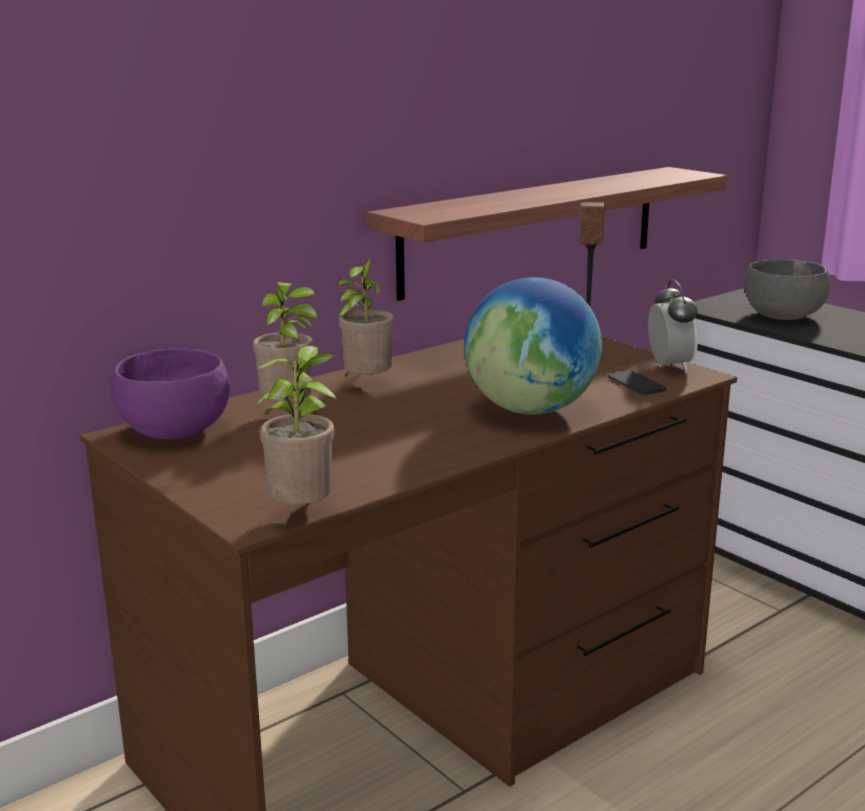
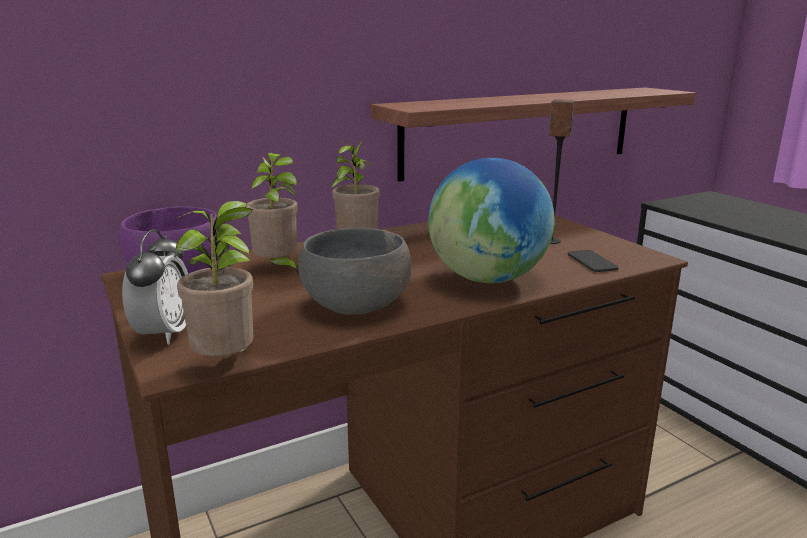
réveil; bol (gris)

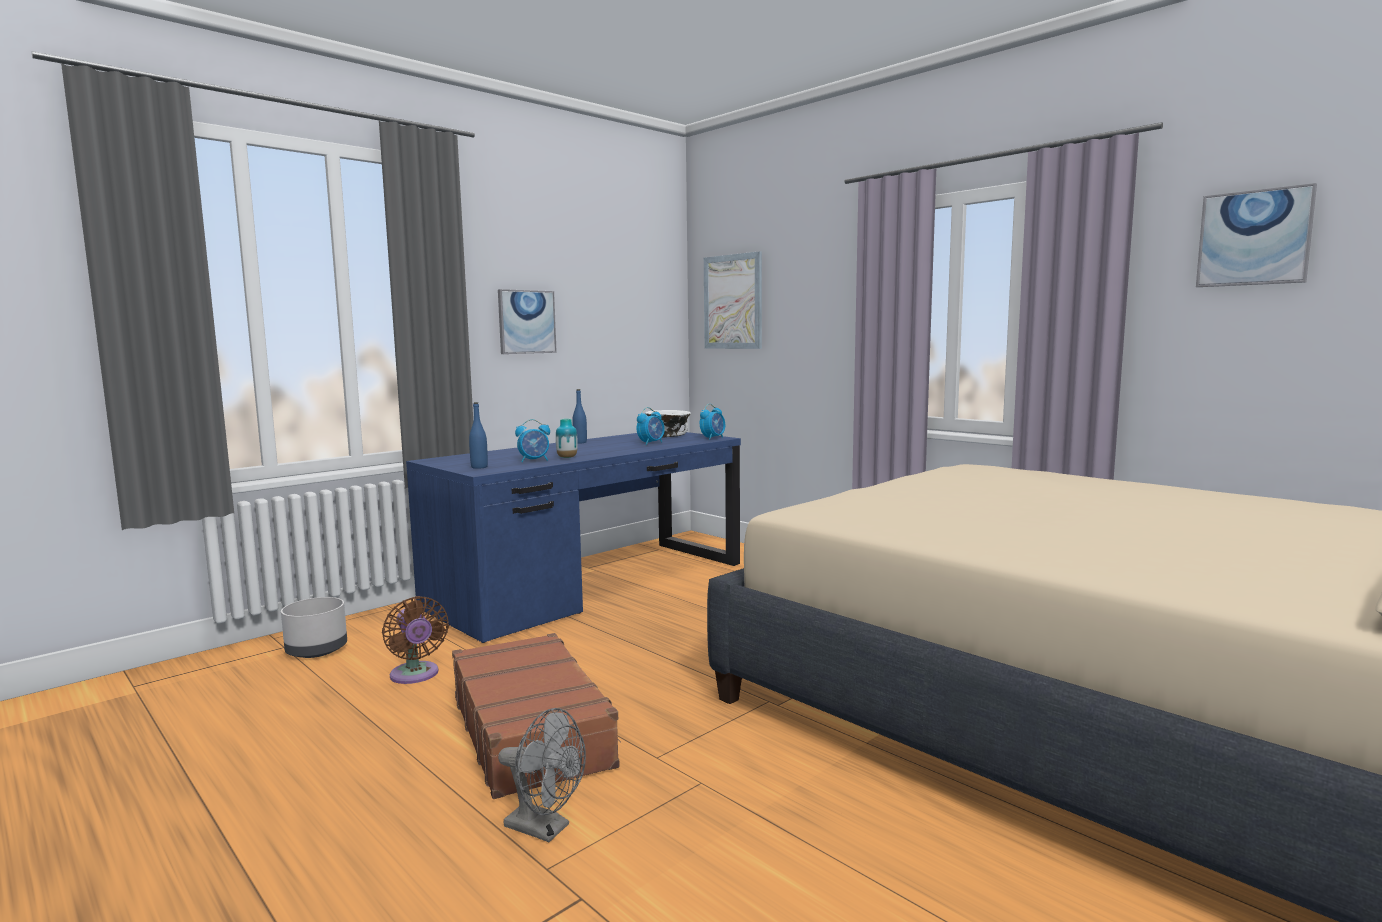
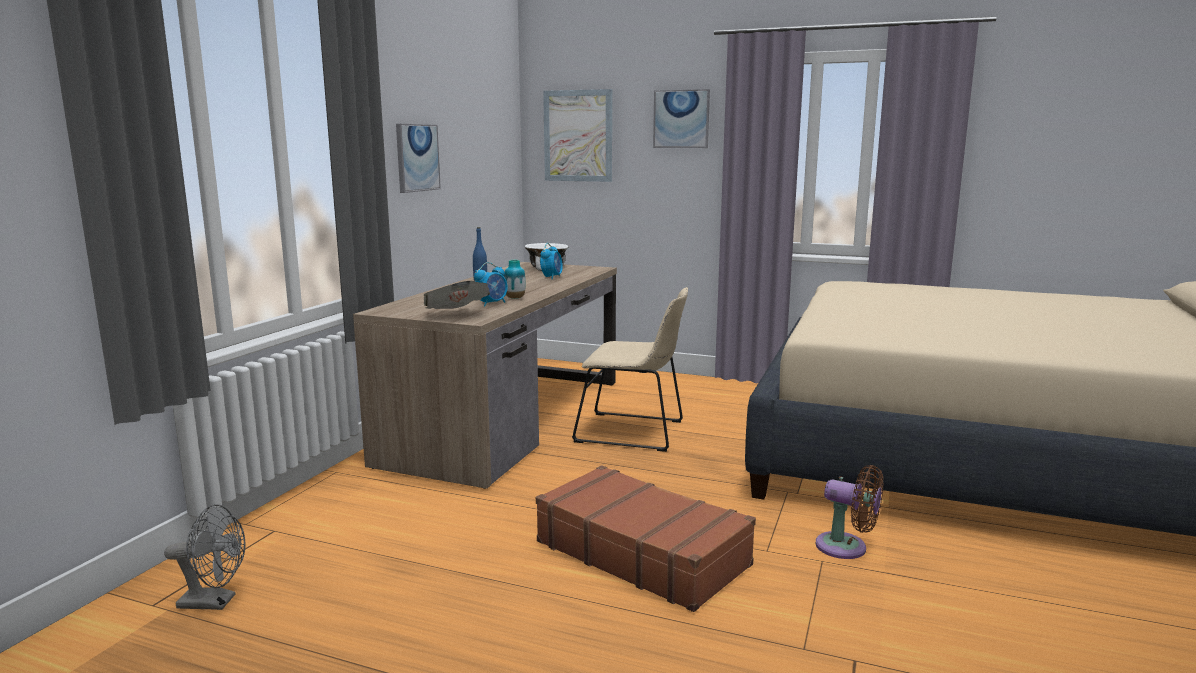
cache-pot (gris); réveil (no. 3 from left in the first image); chaise (beige); ventilateur (marron); ventilateur (gris); tableau (no. 3 from left); journal; bureau (marron)

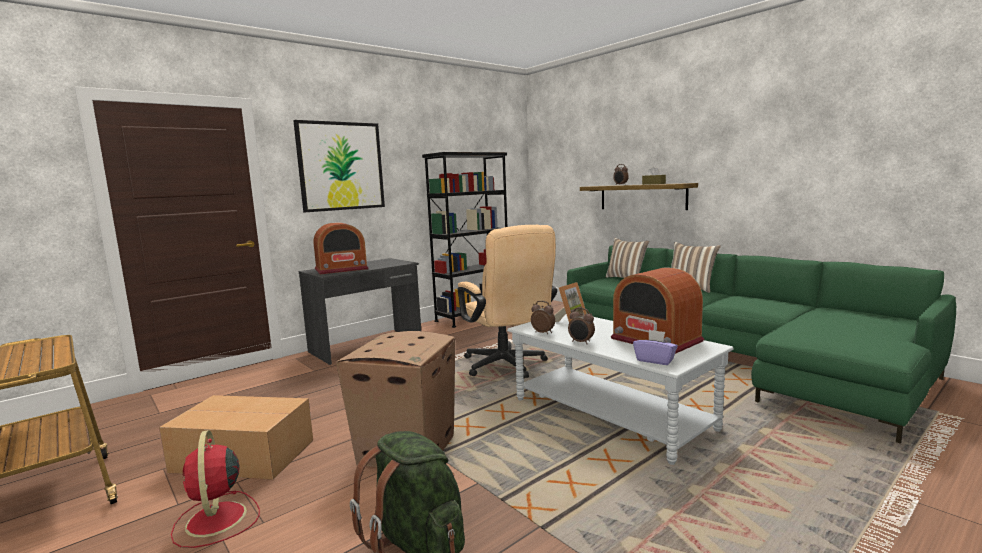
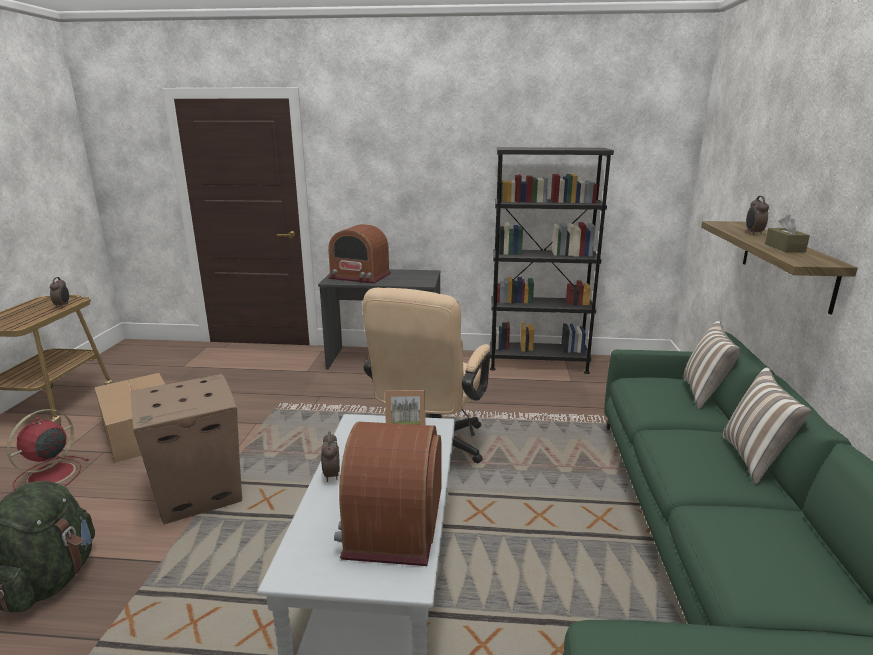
tableau; boîte à mouchoirs (violet); réveil (no. 1 from left)

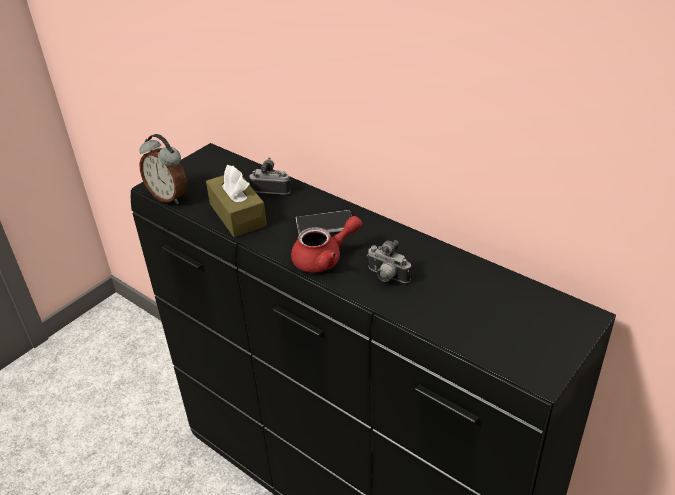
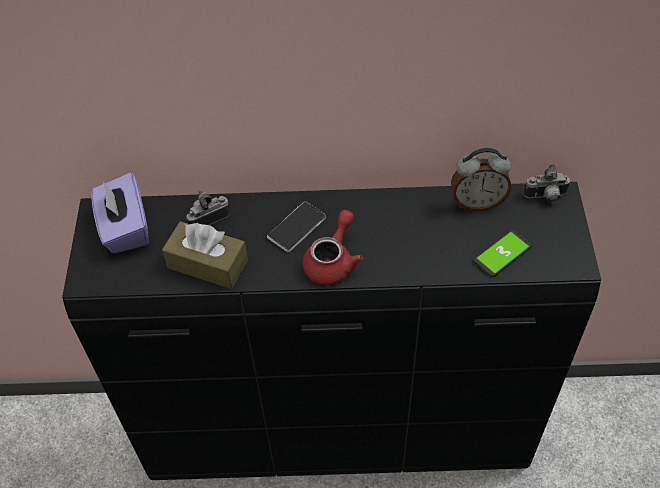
boîte à mouchoirs (violet); téléphone (no. 2 from left); réveil; appareil photo (no. 2 from left)

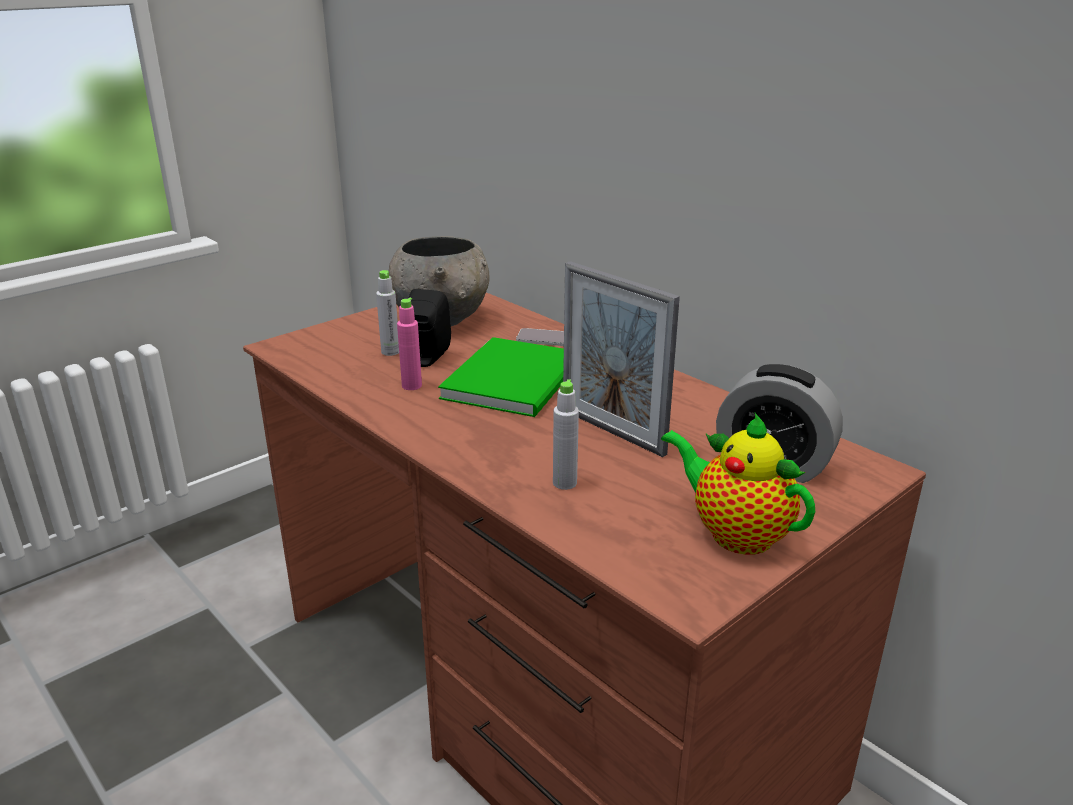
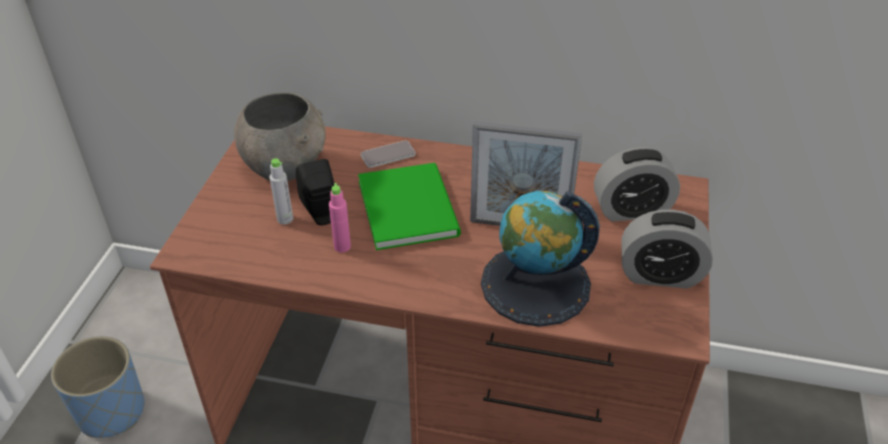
cache-pot (bleu); globe; réveil (no. 2 from left)

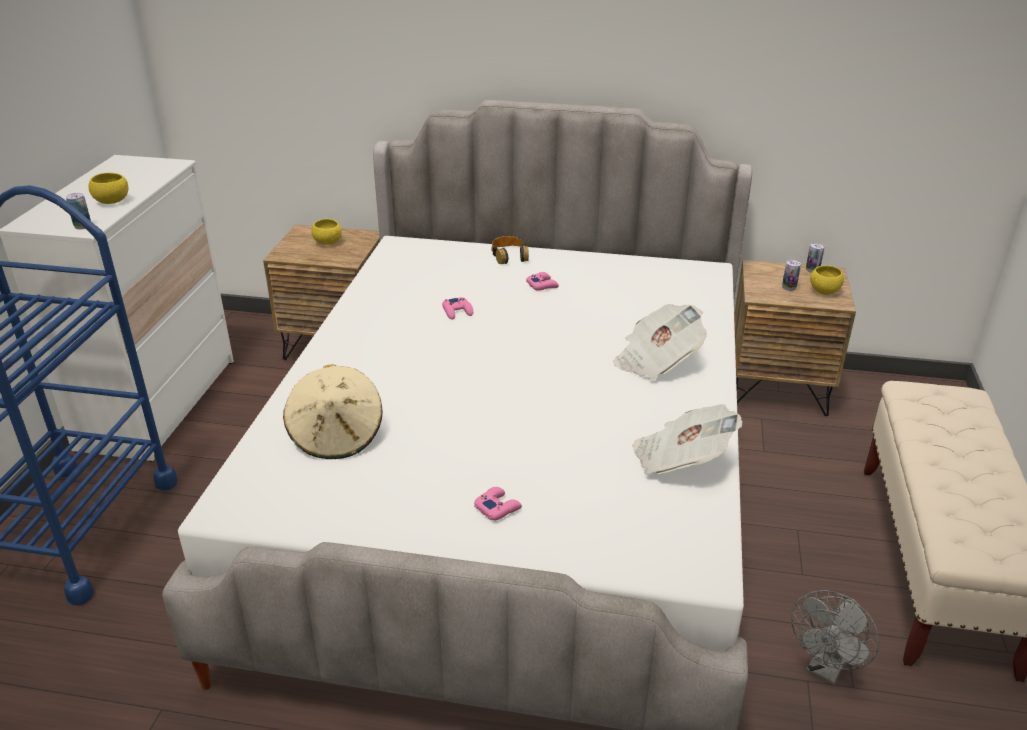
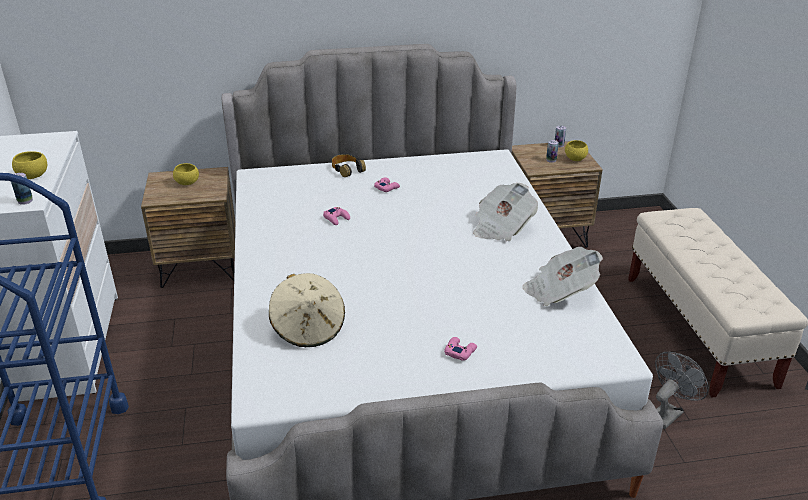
ventilateur (gris)

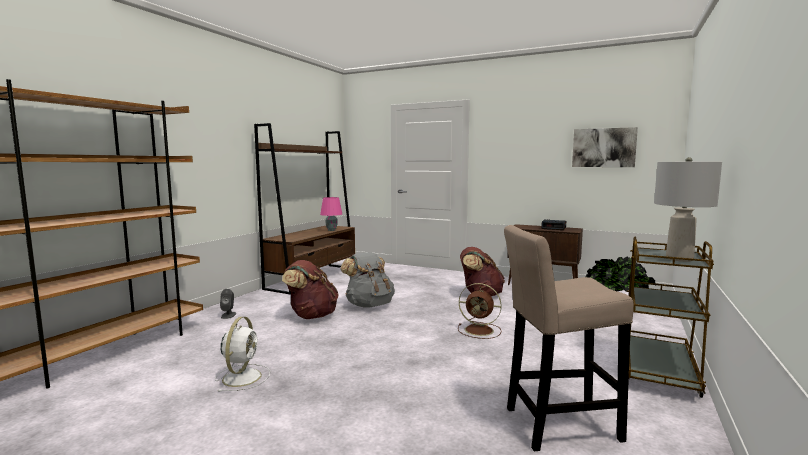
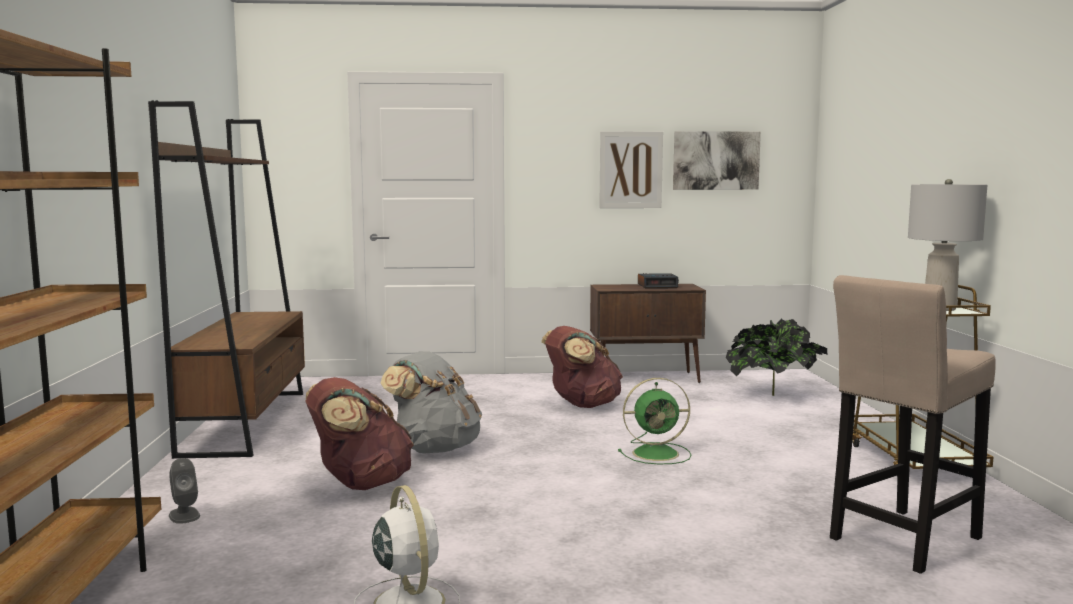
lampe de table (rose); tableau (no. 1 from left); ventilateur (vert)

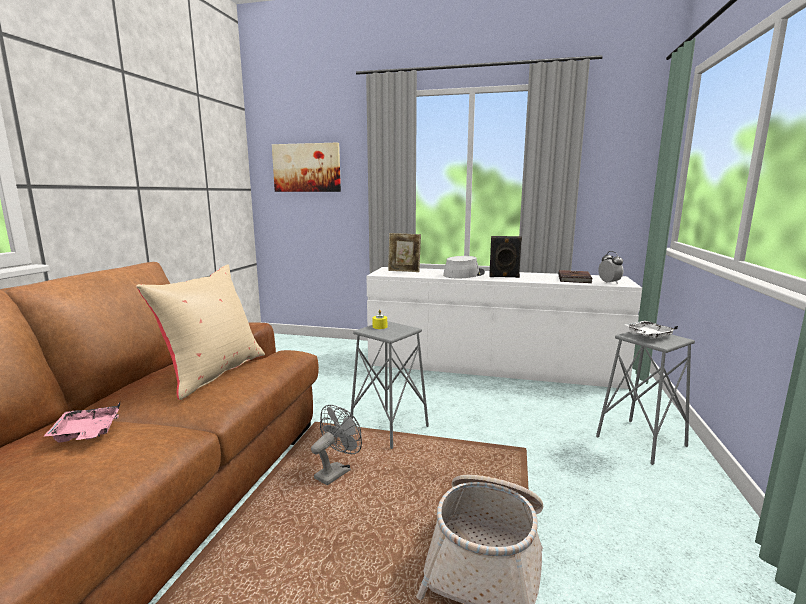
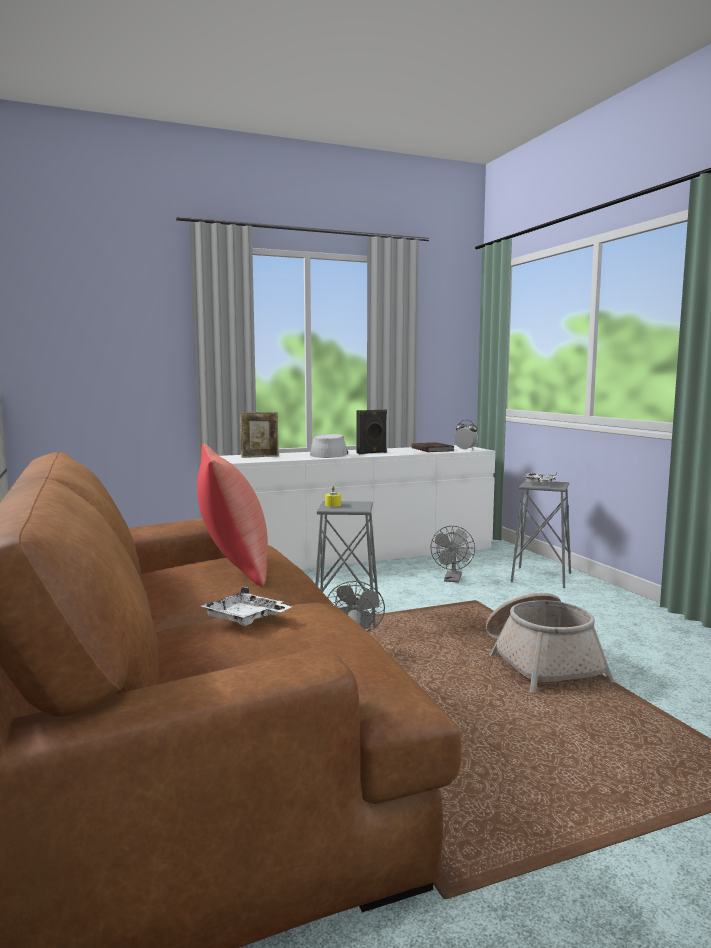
tableau; ventilateur (gris) (no. 2 from left); plateau (blanc) (no. 1 from left); coussin (rouge)

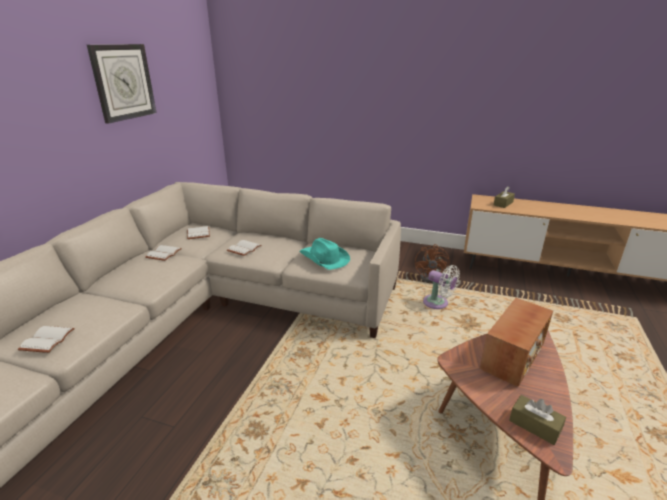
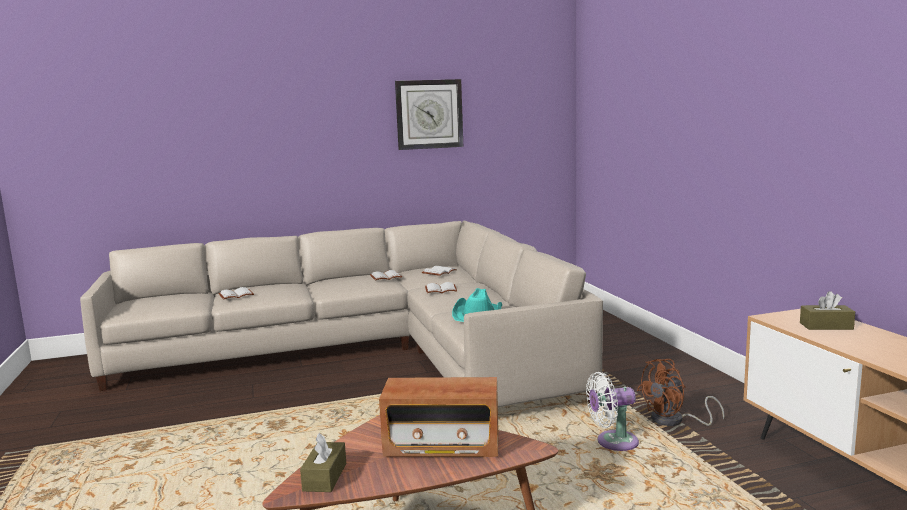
ventilateur (blanc)

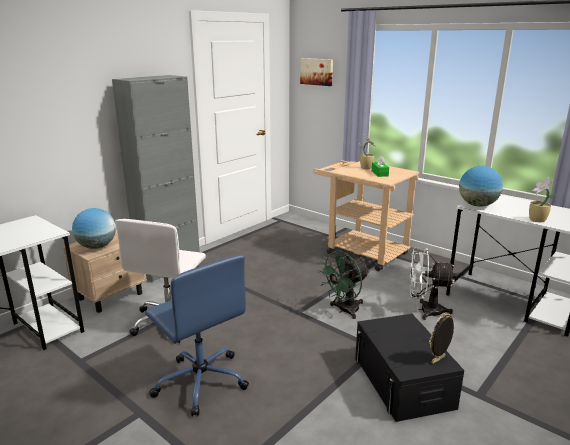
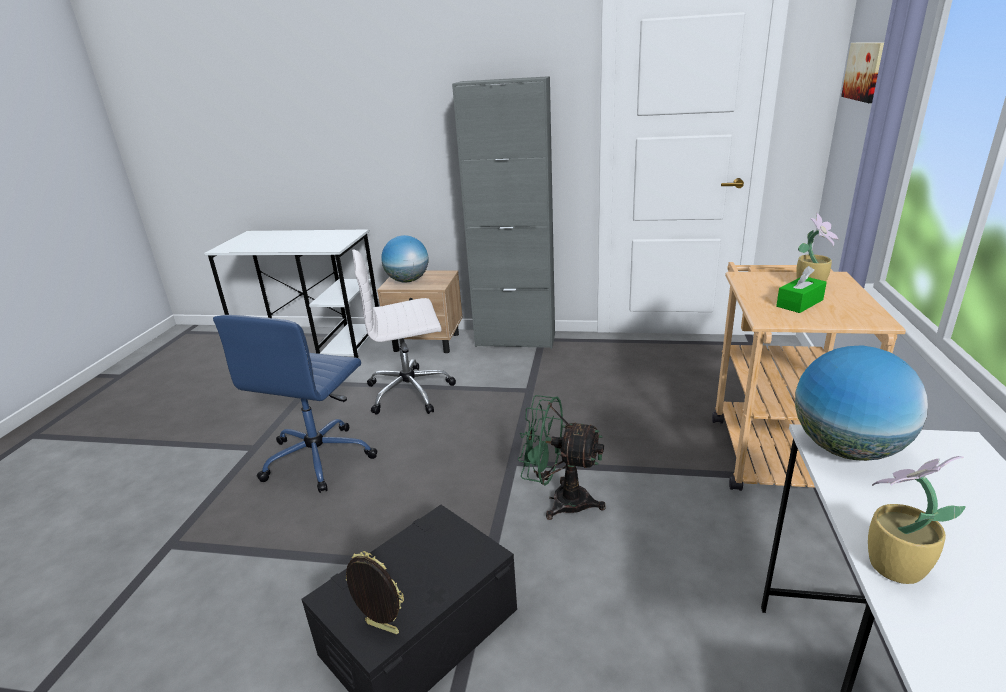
ventilateur (blanc)

